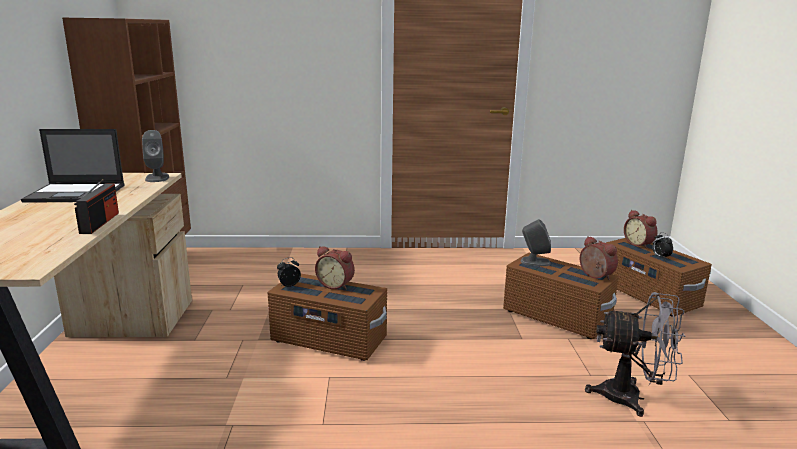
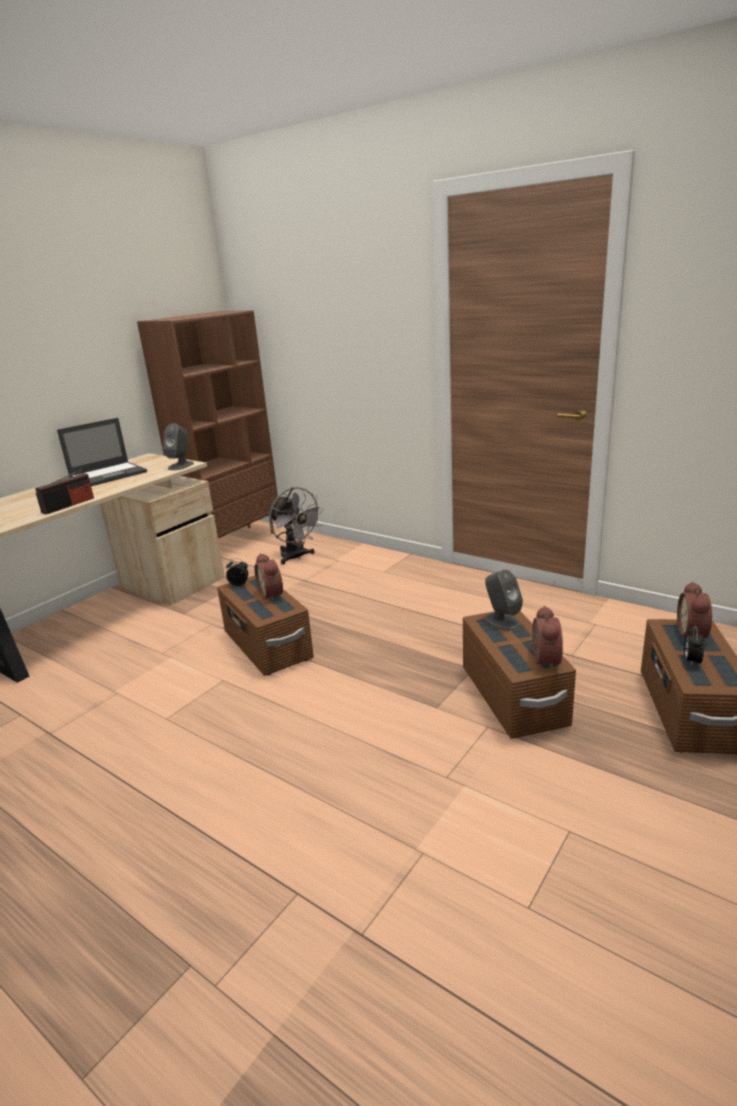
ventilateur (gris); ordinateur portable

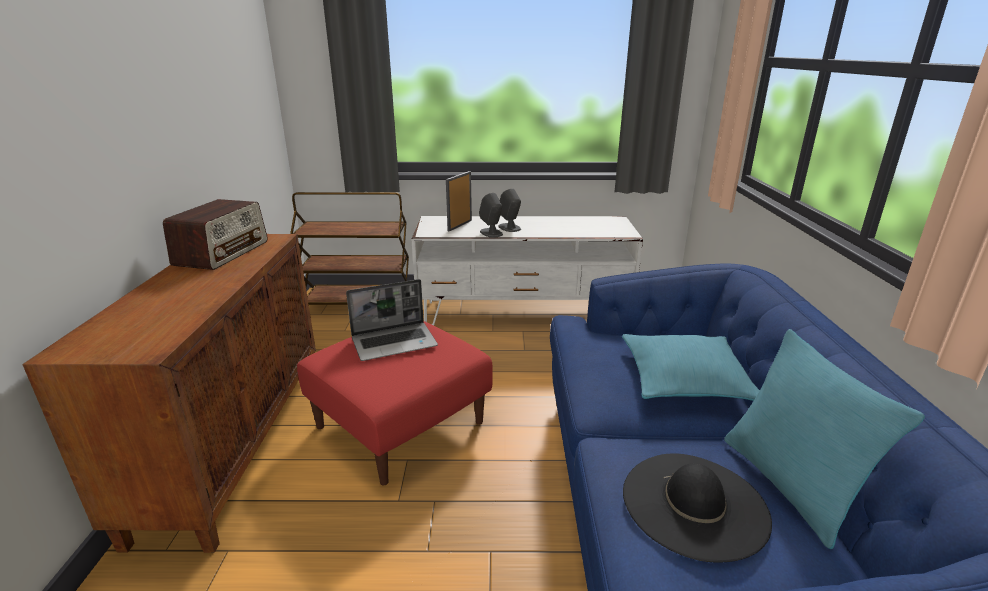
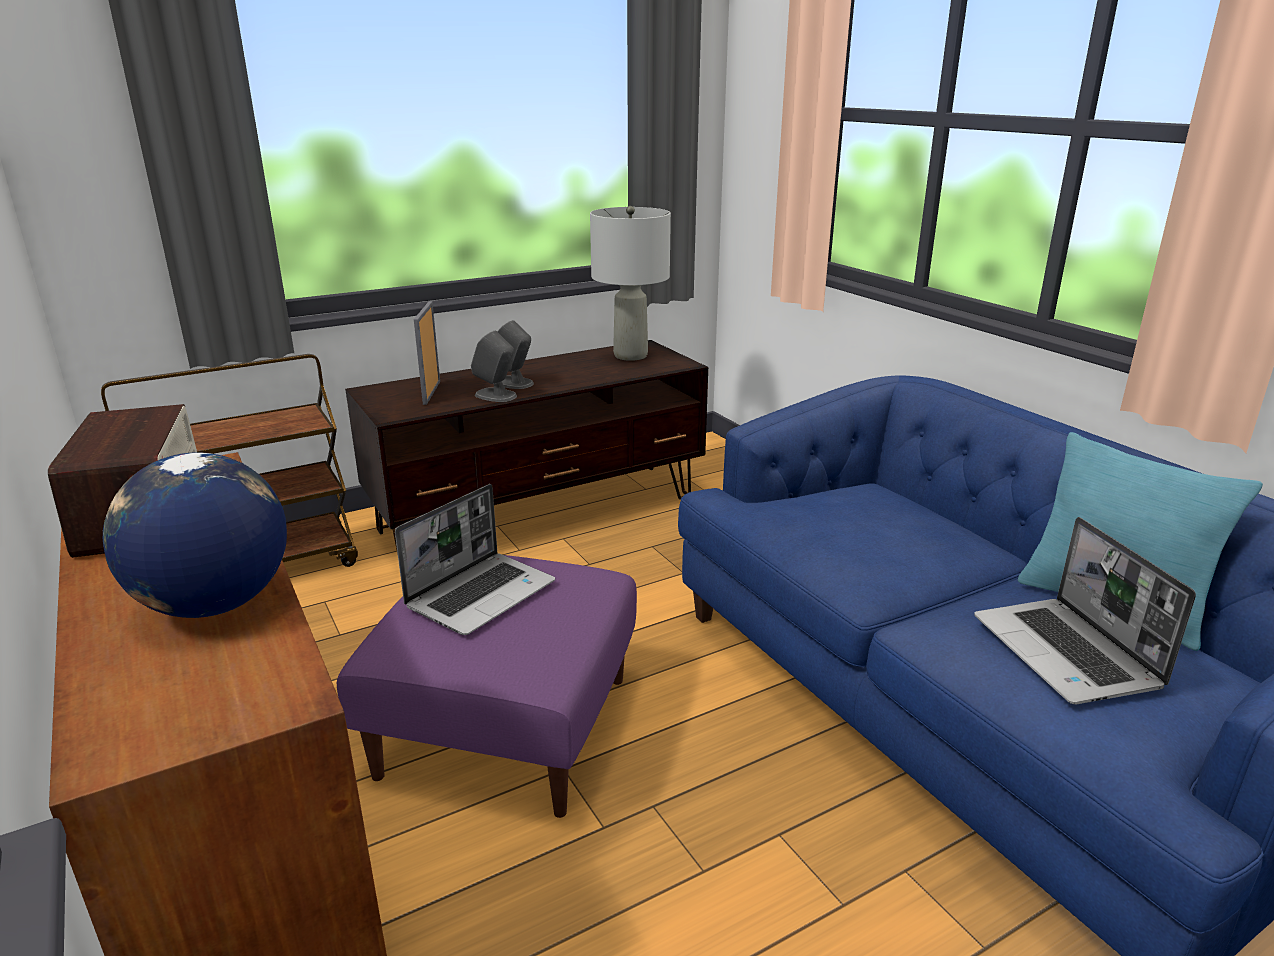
coussin (turquoise) (no. 1 from left in the first image); globe; lampe de table (gris); ordinateur portable (no. 2 from left); pouf (violet); meuble télé (marron)

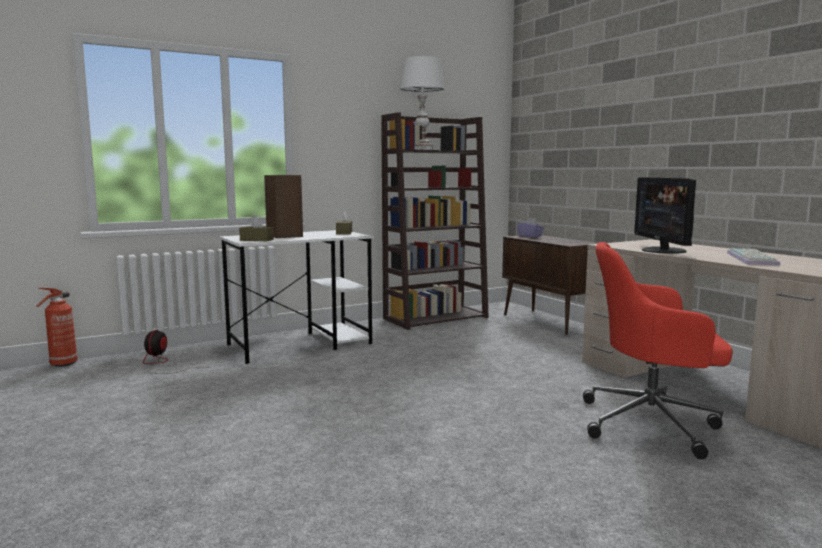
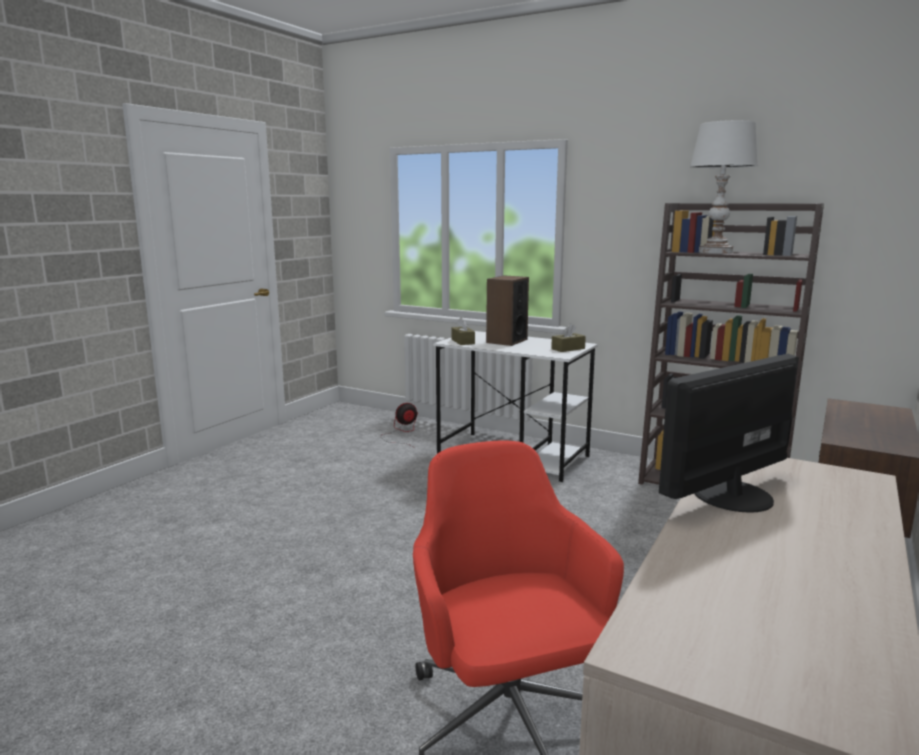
extincteur; boîte à mouchoirs (violet); clavier

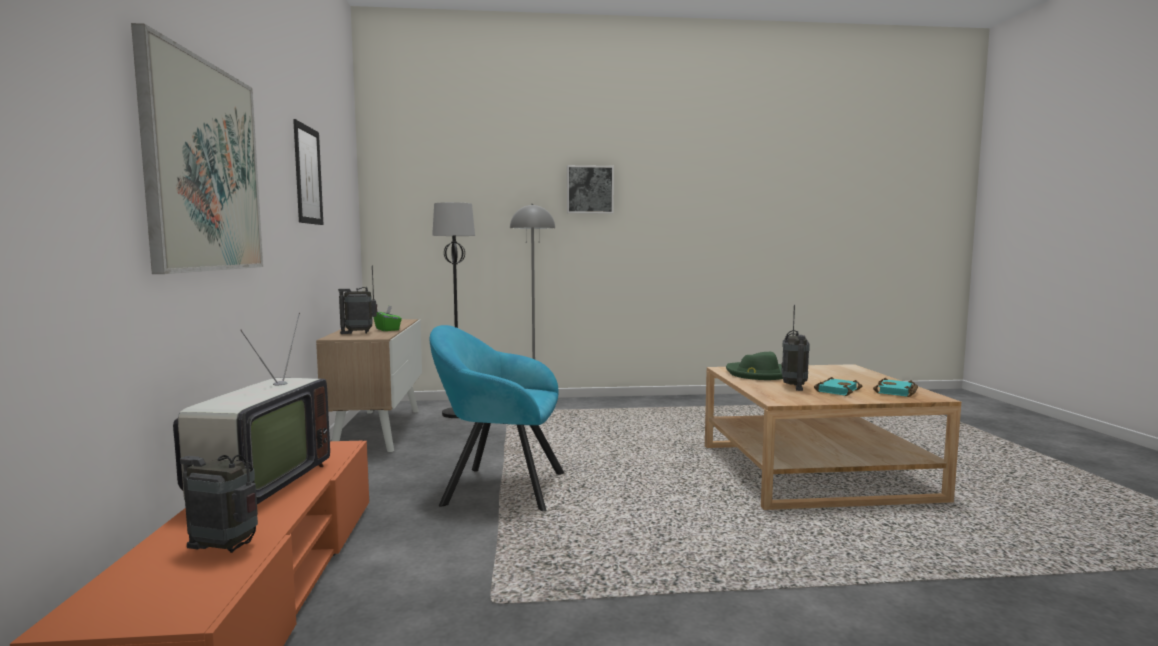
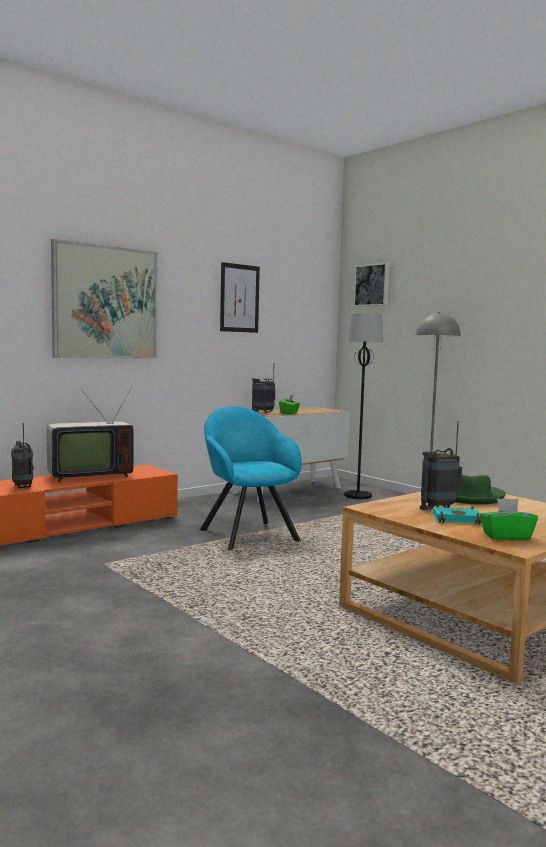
tableau (no. 3 from left); boîte à mouchoirs (vert) (no. 2 from left)

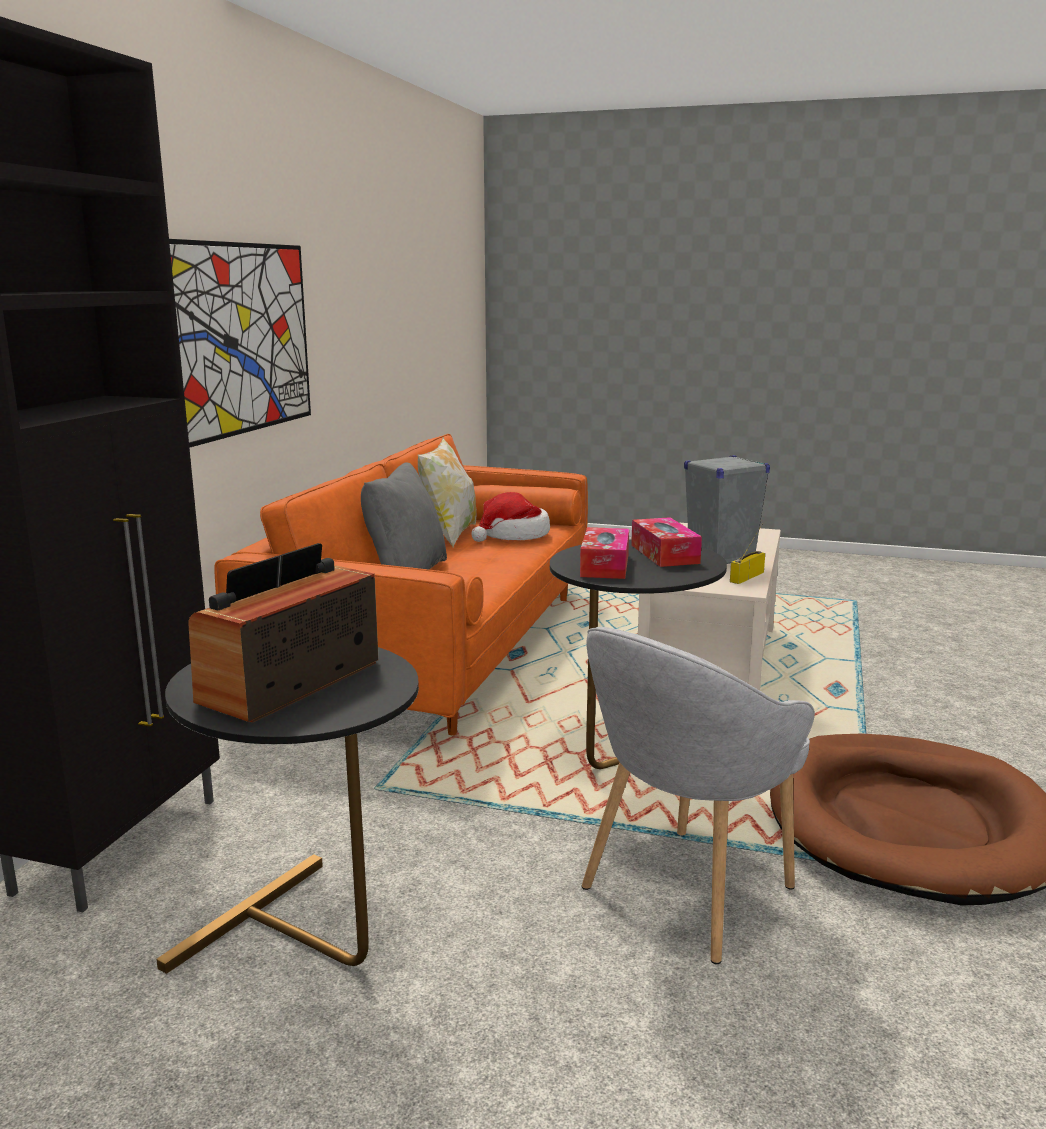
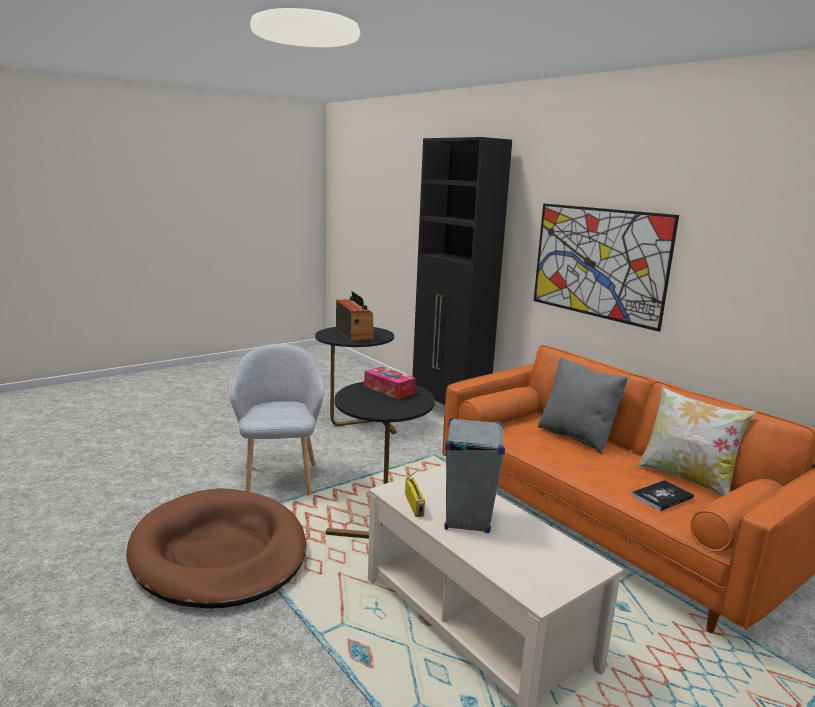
boîte à mouchoirs (no. 2 from left in the first image); livre

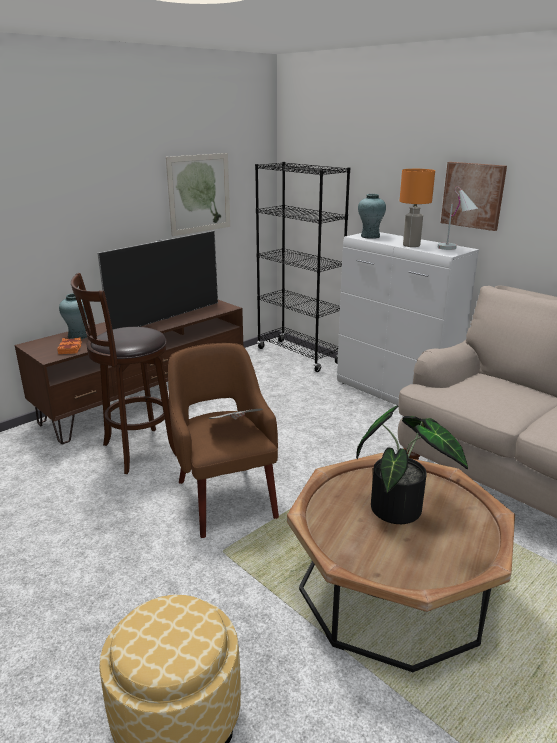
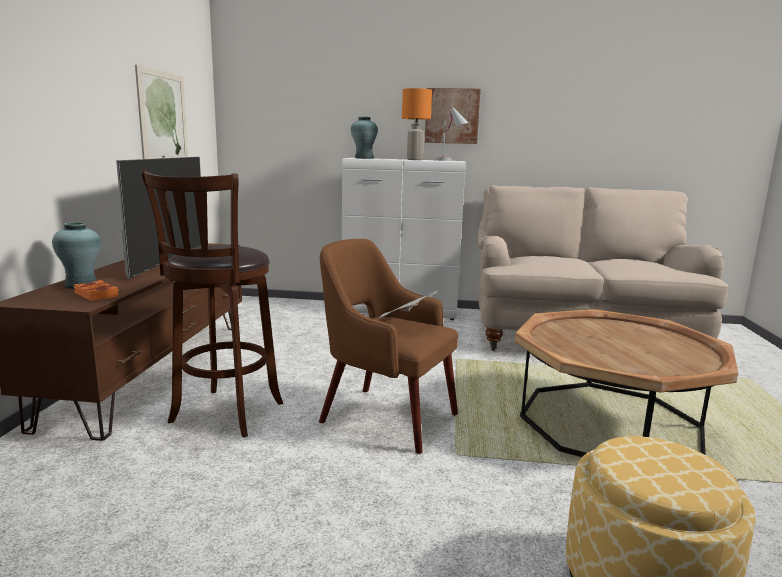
bibliothèque (noir); plante en pot

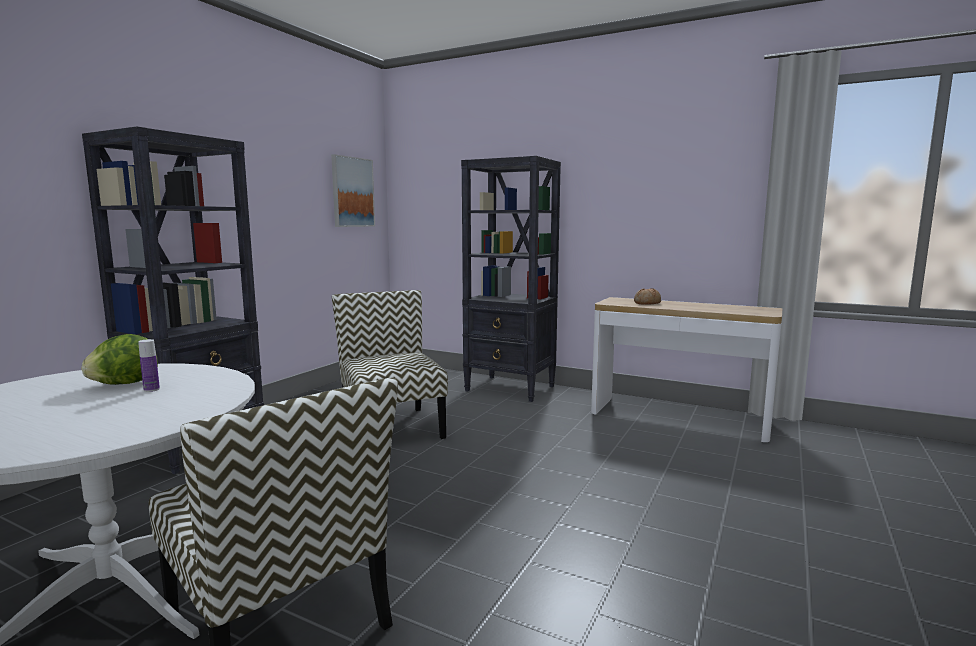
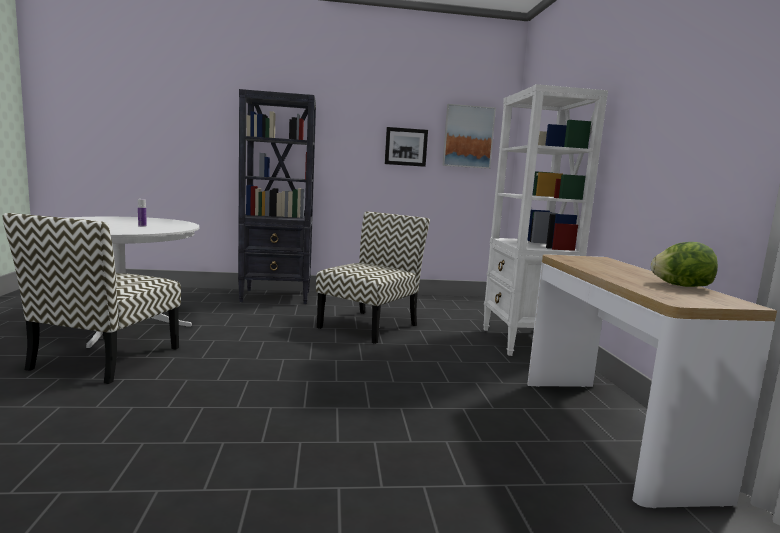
pain; tableau (no. 1 from left); laitue; bibliothèque (blanc)

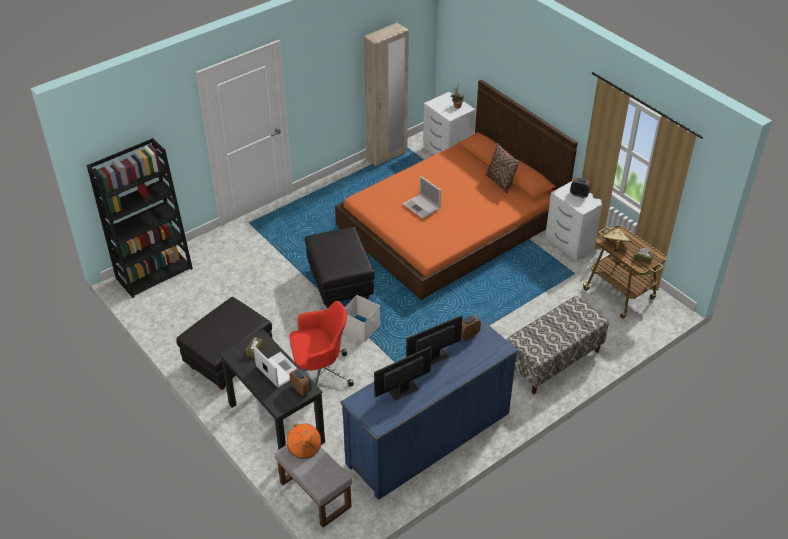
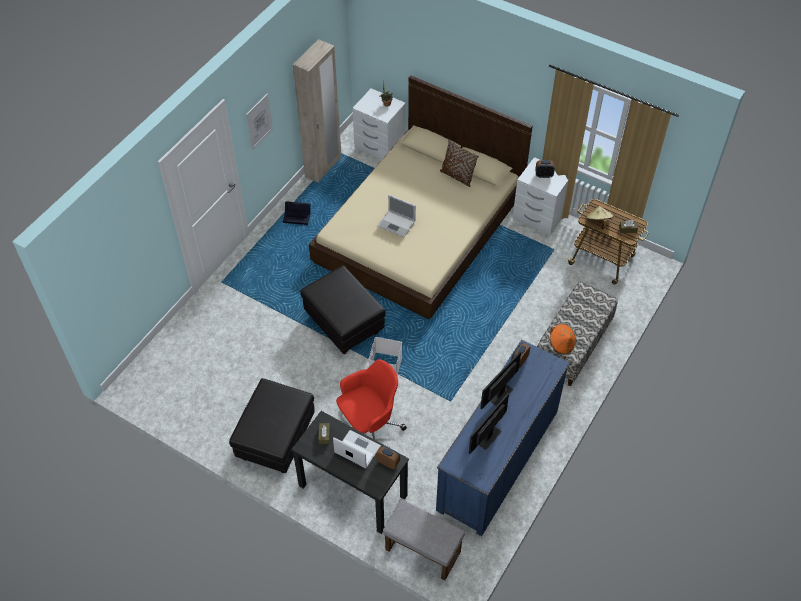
bibliothèque (noir); tableau; boîte de rangement (noir); chapeau (orange); lit (beige)

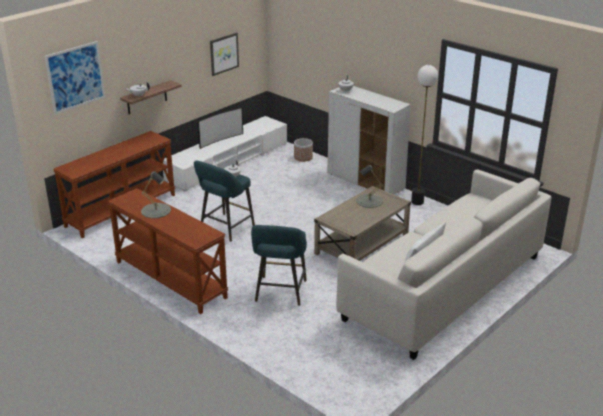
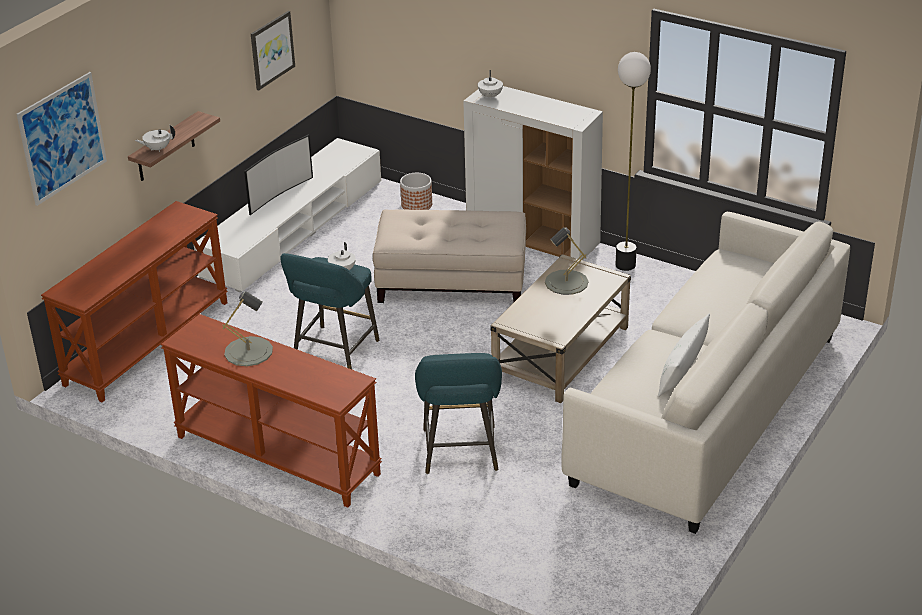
pouf (beige)

